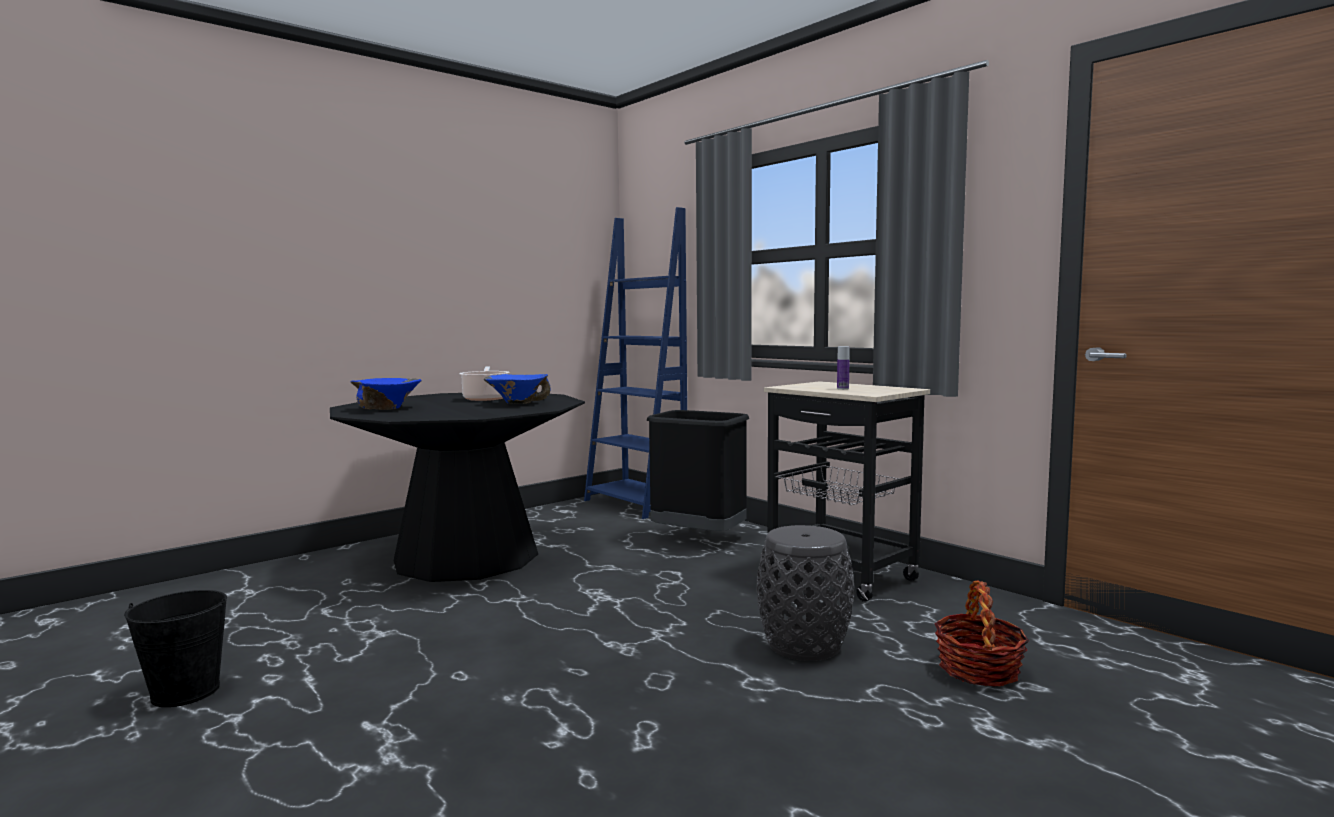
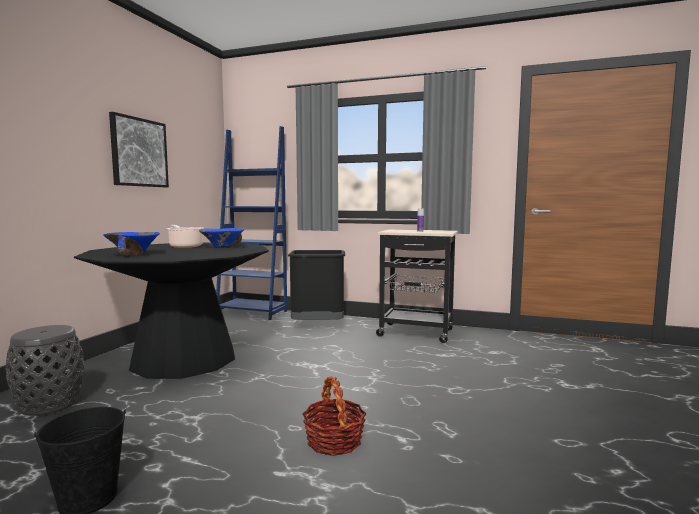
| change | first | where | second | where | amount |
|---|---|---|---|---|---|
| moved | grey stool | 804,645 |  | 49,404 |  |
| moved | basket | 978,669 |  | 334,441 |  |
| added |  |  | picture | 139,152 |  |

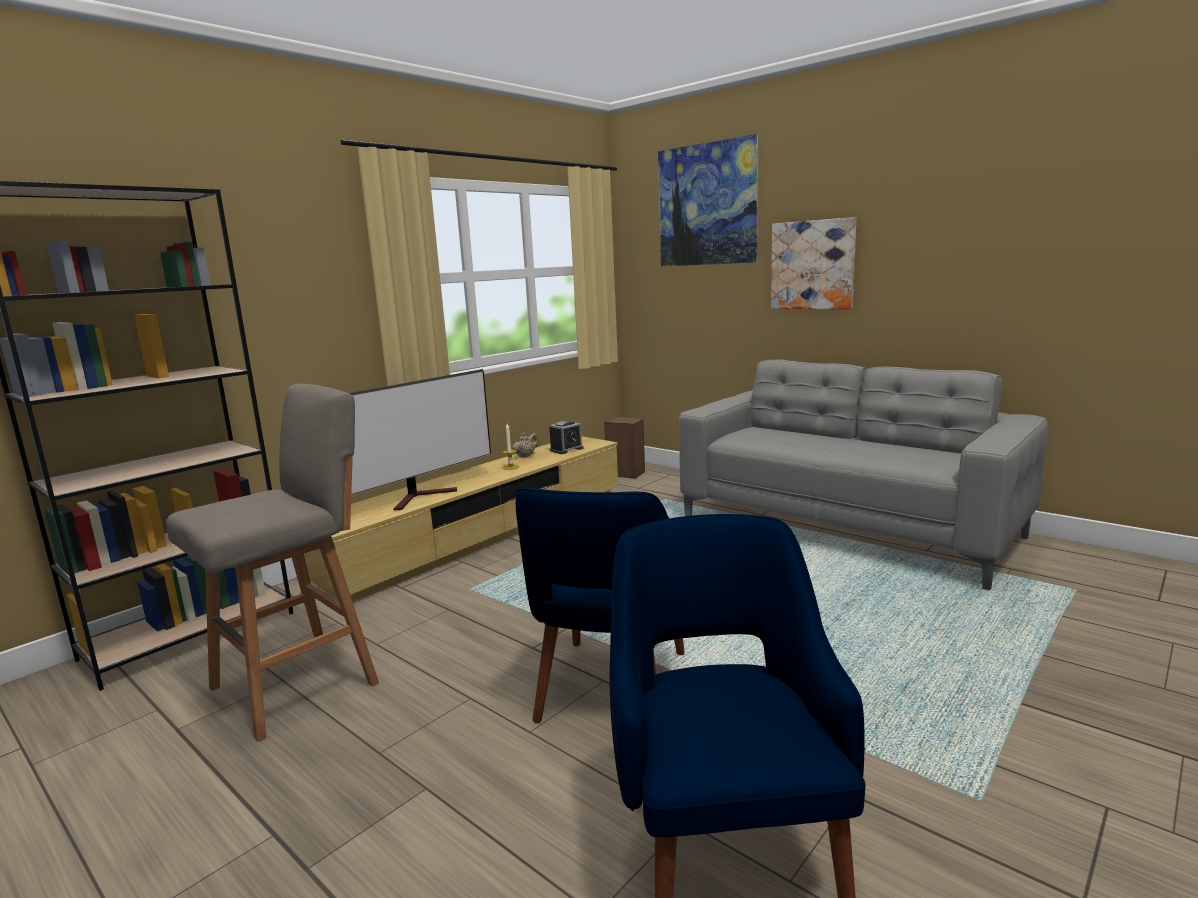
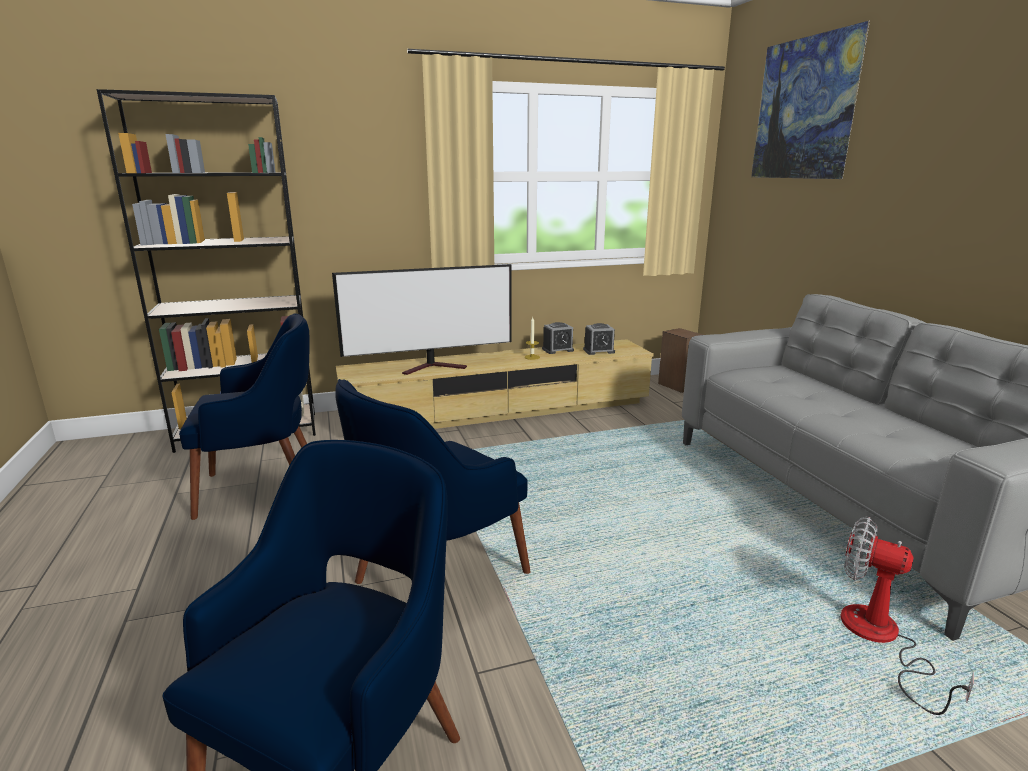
| change | first | where | second | where | amount |
|---|---|---|---|---|---|
| replaced | grey stool | 300,683 | blue armchair | 263,488 |  |
| replaced | beige teapot | 526,456 | alarm clock | 557,350 |  |
| removed | picture | 813,265 |  |  |  |
| added |  |  | fan | 880,640 |  |

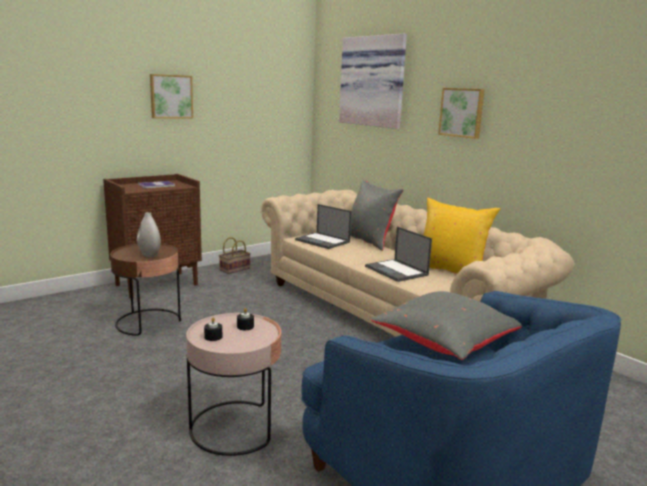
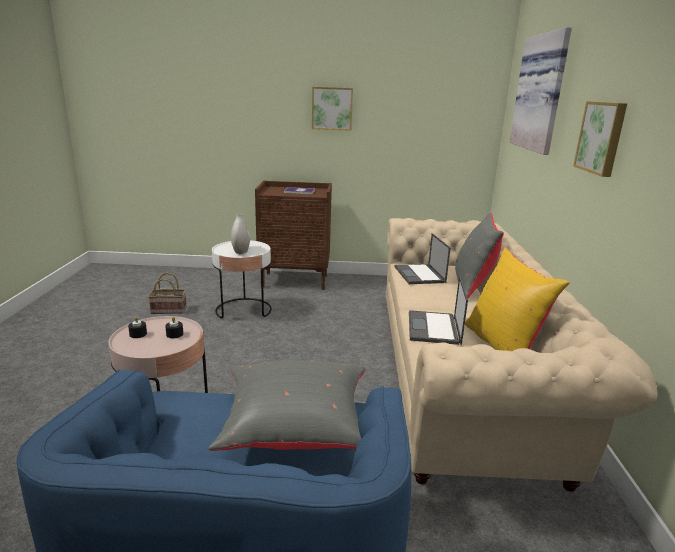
| change | first | where | second | where | amount |
|---|---|---|---|---|---|
| recoloured | brown side table | 148,322 | white side table | 244,310 |  |
| moved | basket | 235,269 |  | 170,310 |  |

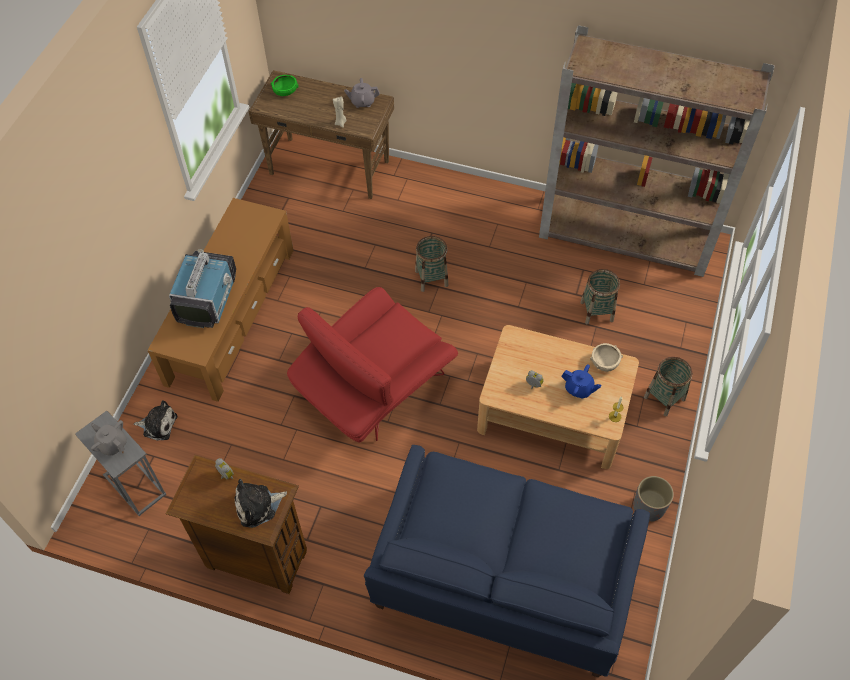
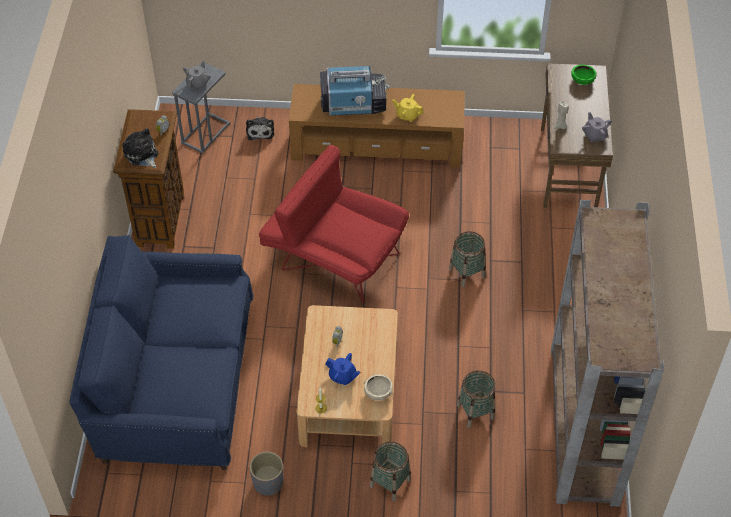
| change | first | where | second | where | amount |
|---|---|---|---|---|---|
| turned | blue teapot | 579,389 |  | 342,376 | 75 degrees counterclockwise |
| added |  |  | yellow teapot | 407,115 |  |

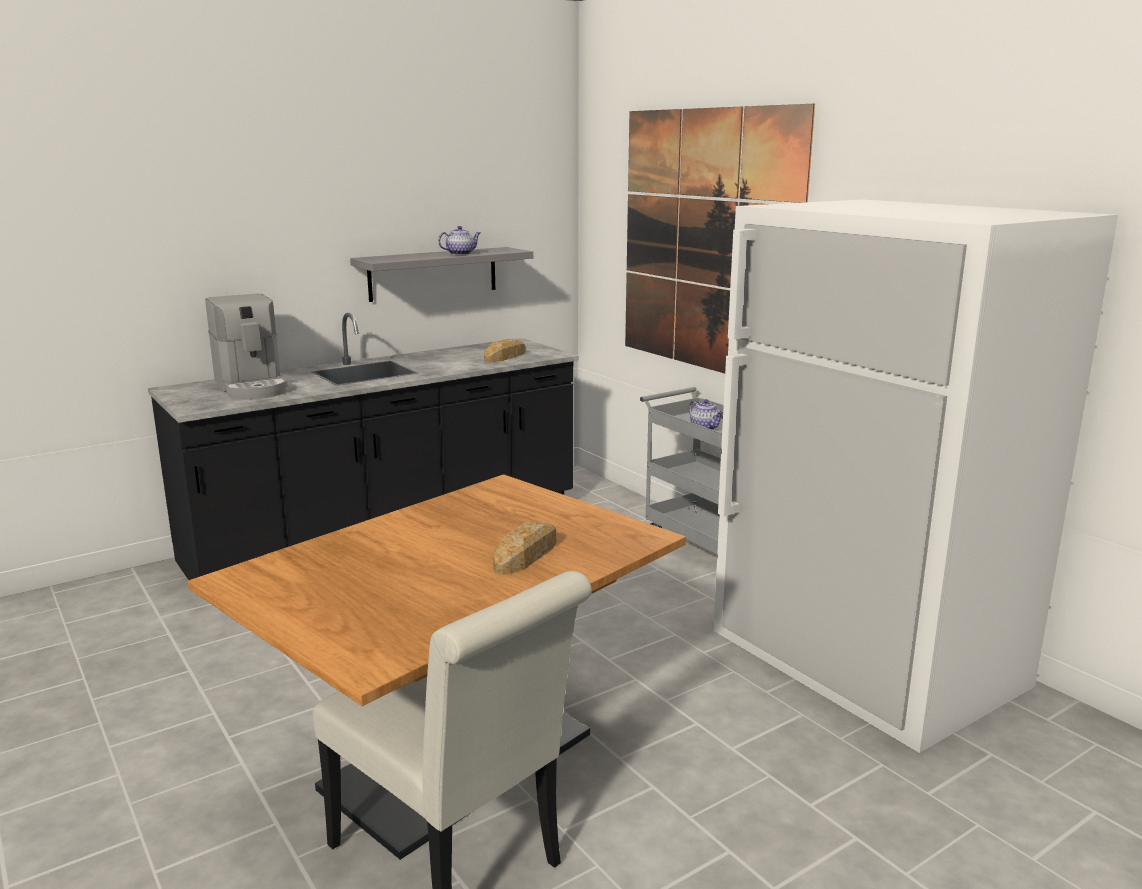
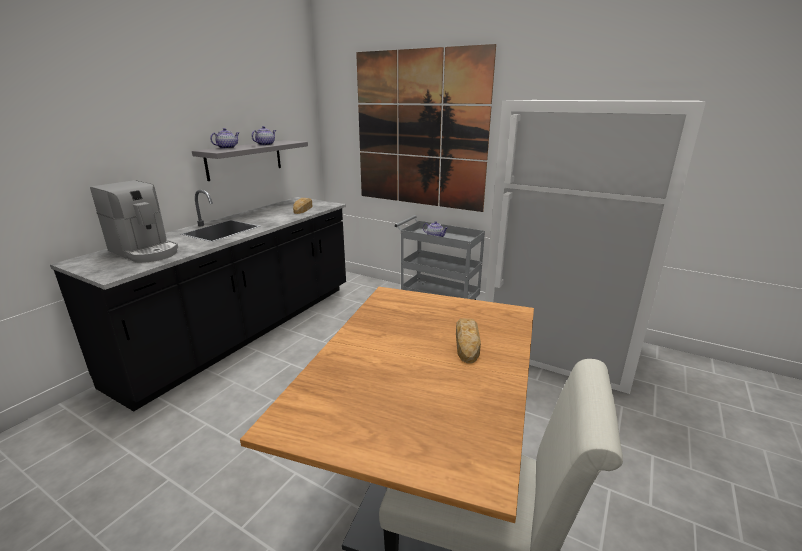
| change | first | where | second | where | amount |
|---|---|---|---|---|---|
| added |  |  | teapot | 227,148 |  |

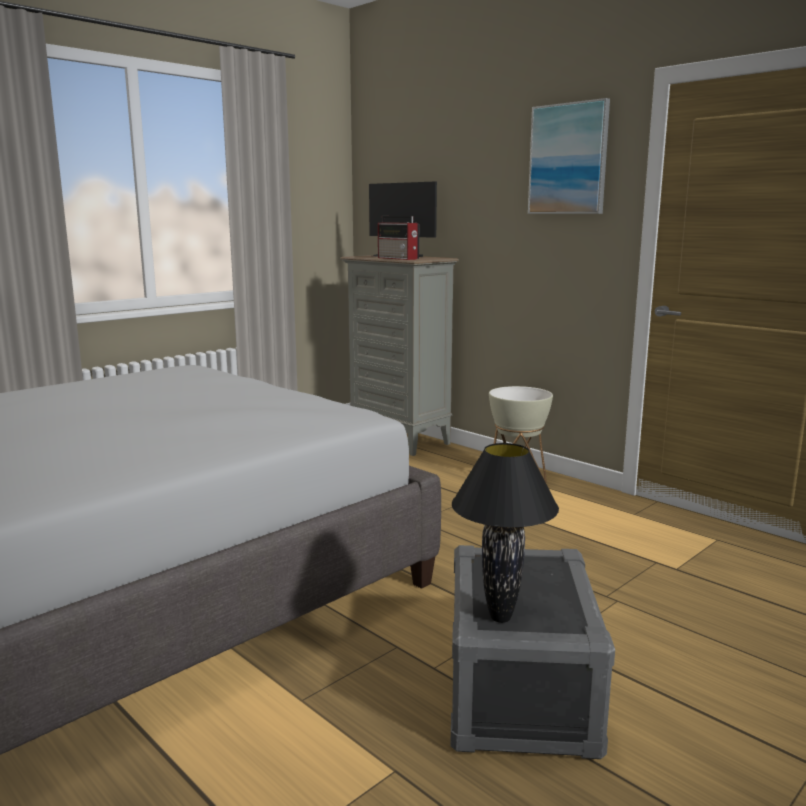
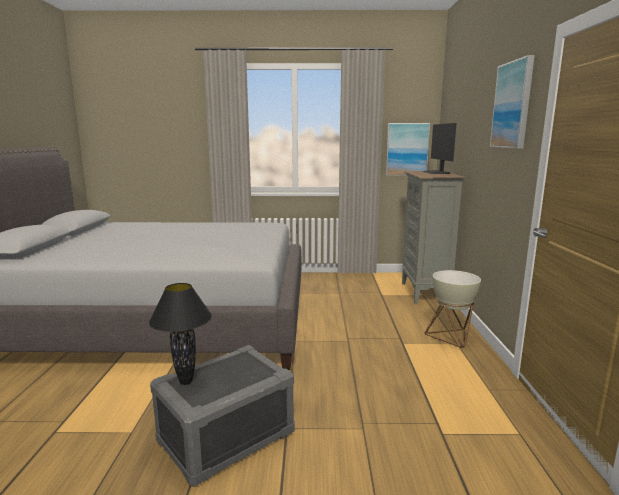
| change | first | where | second | where | amount |
|---|---|---|---|---|---|
| removed | radio | 398,258 |  |  |  |
| added |  |  | picture | 407,149 |  |

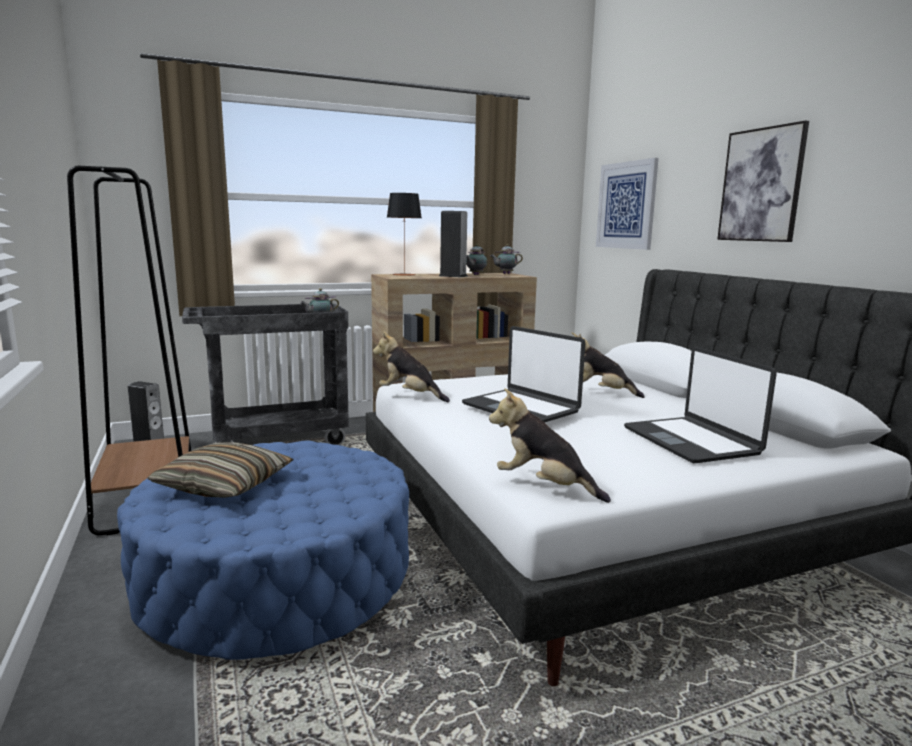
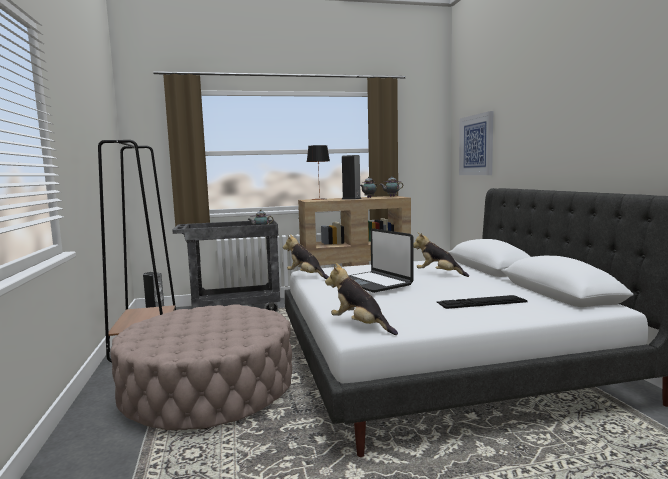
| change | first | where | second | where | amount |
|---|---|---|---|---|---|
| recoloured | blue ottoman | 277,579 | beige ottoman | 208,389 |  |
| removed | pillow | 224,485 |  |  |  |
| replaced | laptop | 691,441 | keyboard | 481,302 |  |
| removed | picture | 761,185 |  |  |  |

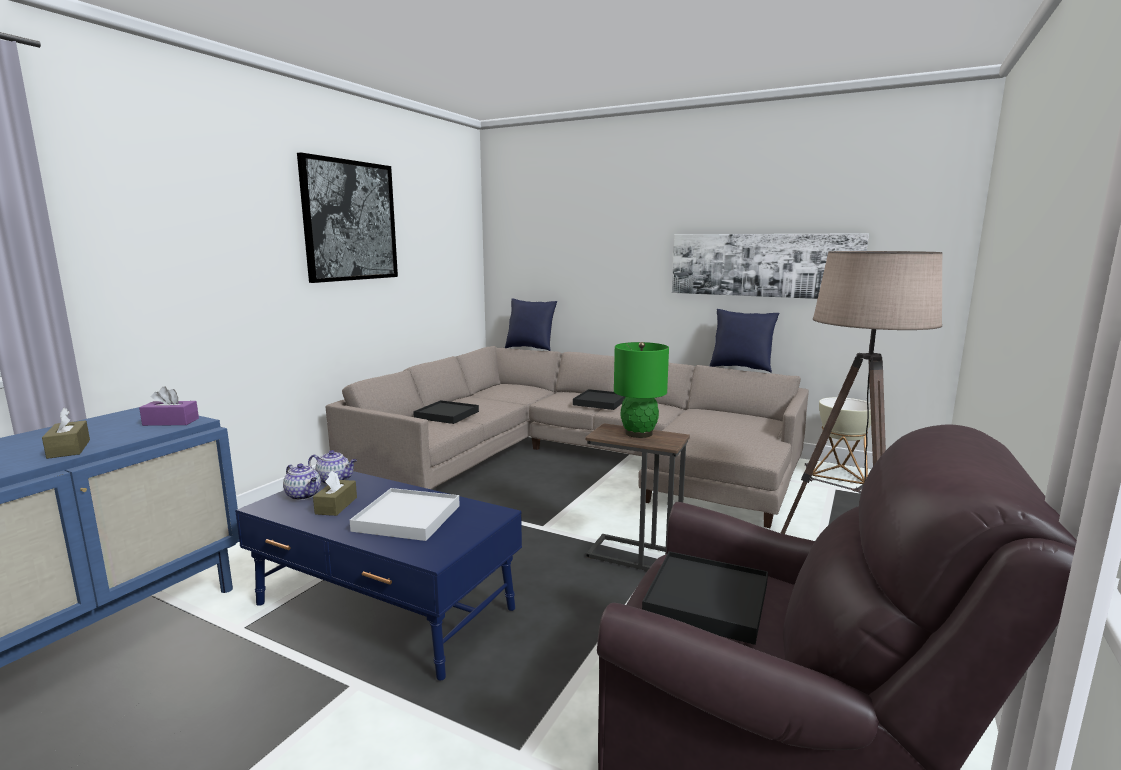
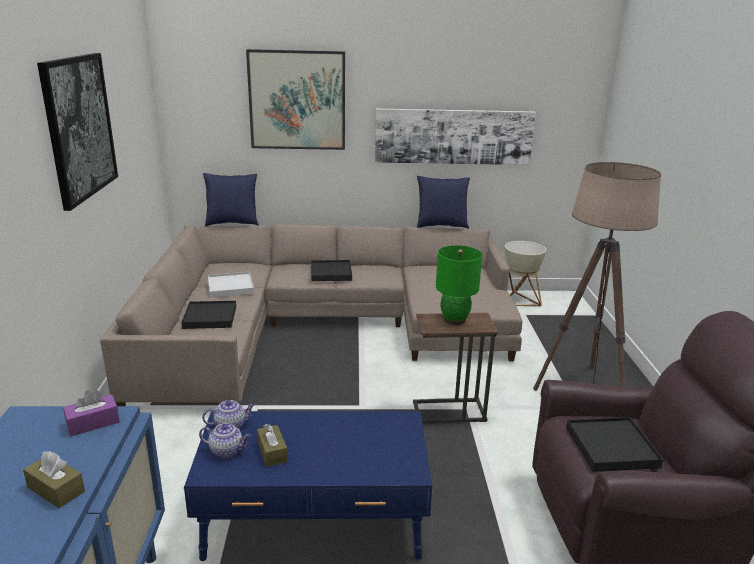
| change | first | where | second | where | amount |
|---|---|---|---|---|---|
| moved | white tray | 407,518 |  | 230,287 |  |
| added |  |  | picture | 297,100 |  |

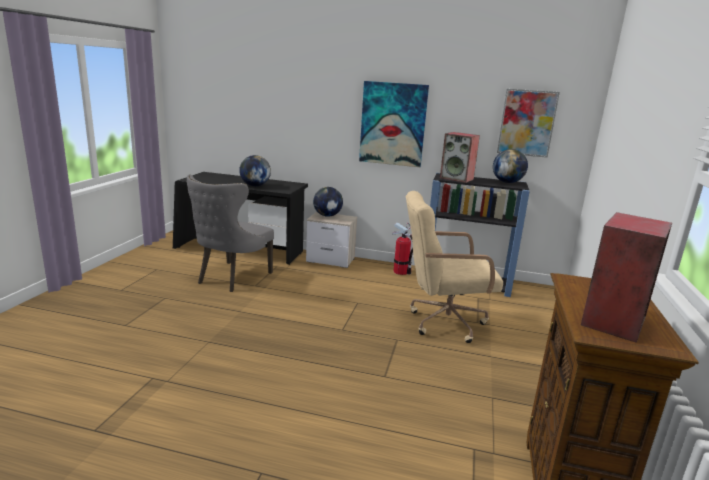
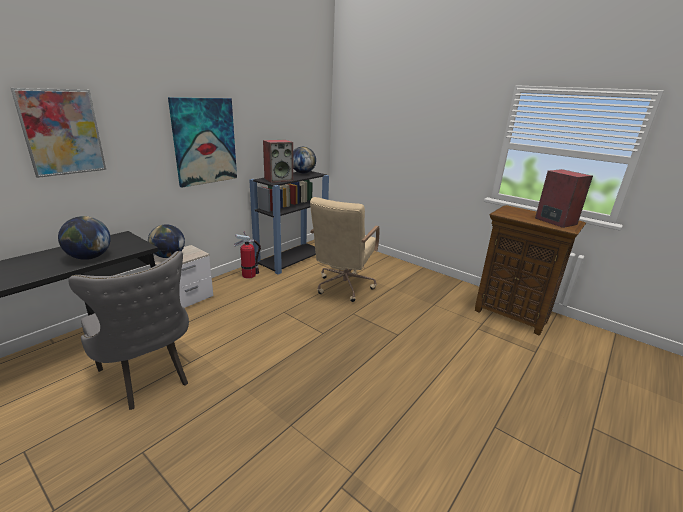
| change | first | where | second | where | amount |
|---|---|---|---|---|---|
| moved | picture | 527,123 |  | 62,132 |  |

